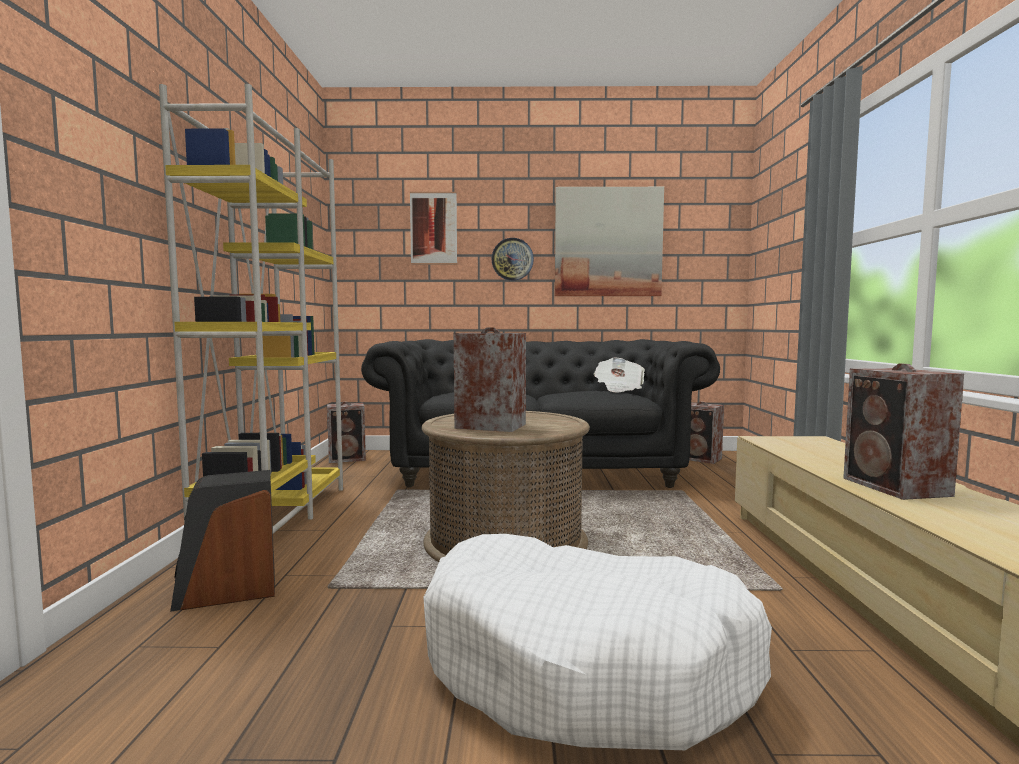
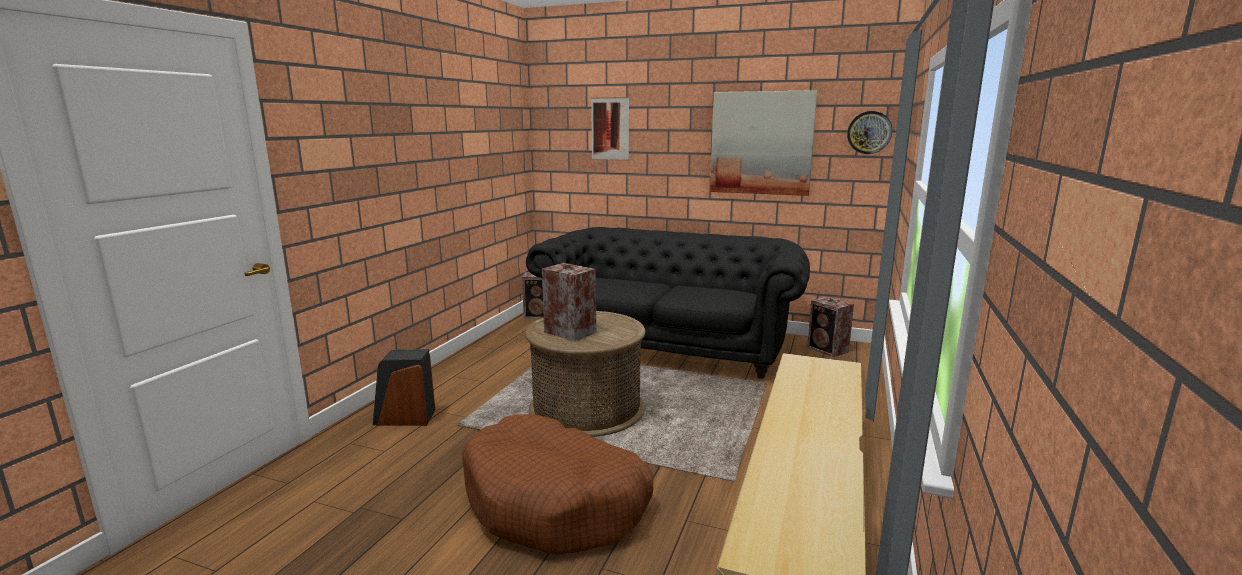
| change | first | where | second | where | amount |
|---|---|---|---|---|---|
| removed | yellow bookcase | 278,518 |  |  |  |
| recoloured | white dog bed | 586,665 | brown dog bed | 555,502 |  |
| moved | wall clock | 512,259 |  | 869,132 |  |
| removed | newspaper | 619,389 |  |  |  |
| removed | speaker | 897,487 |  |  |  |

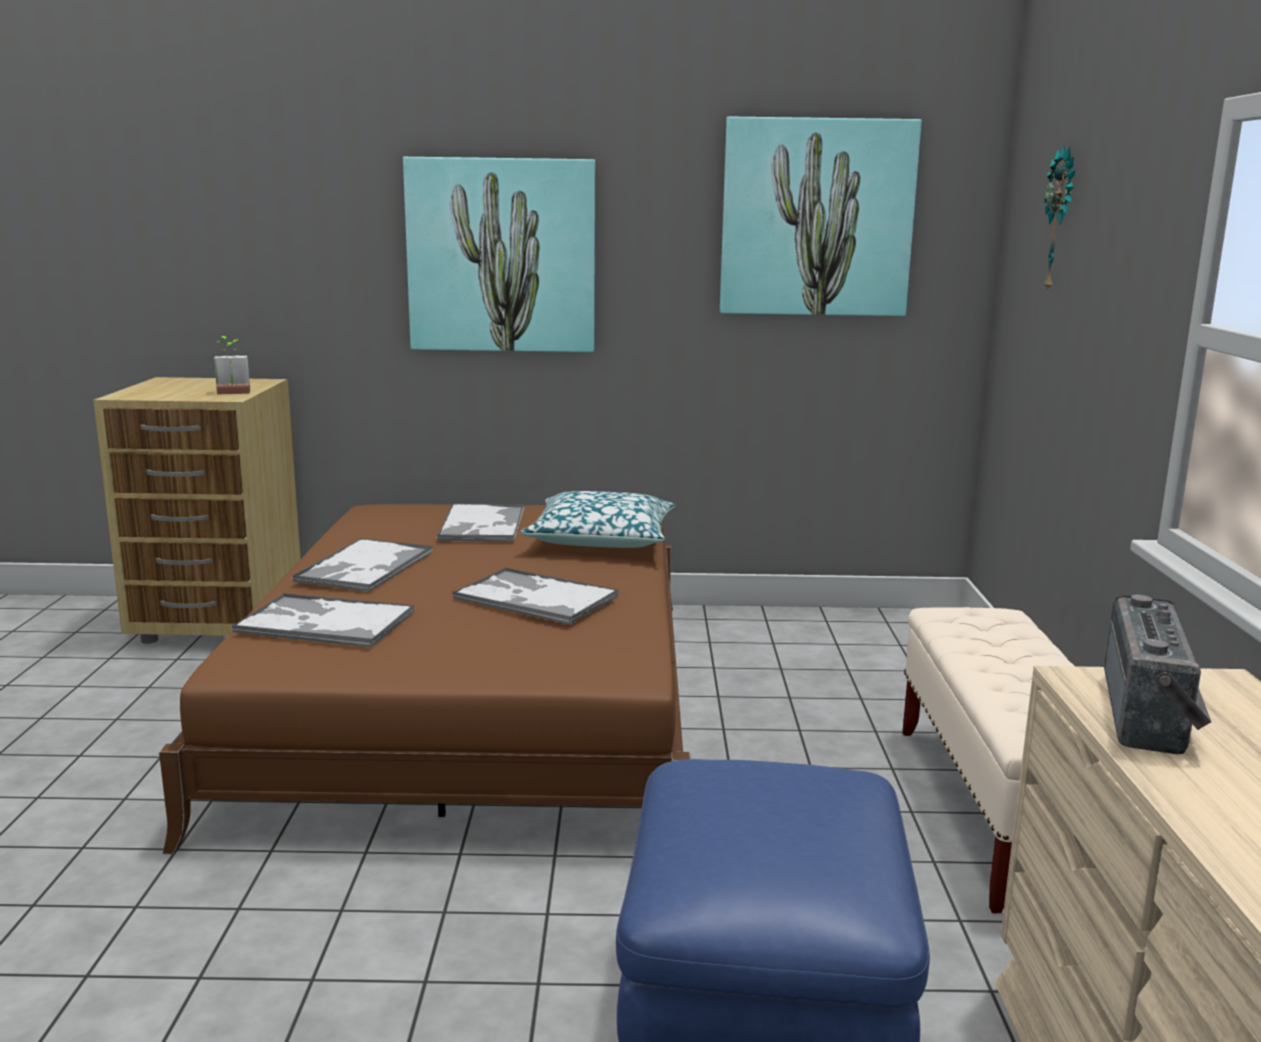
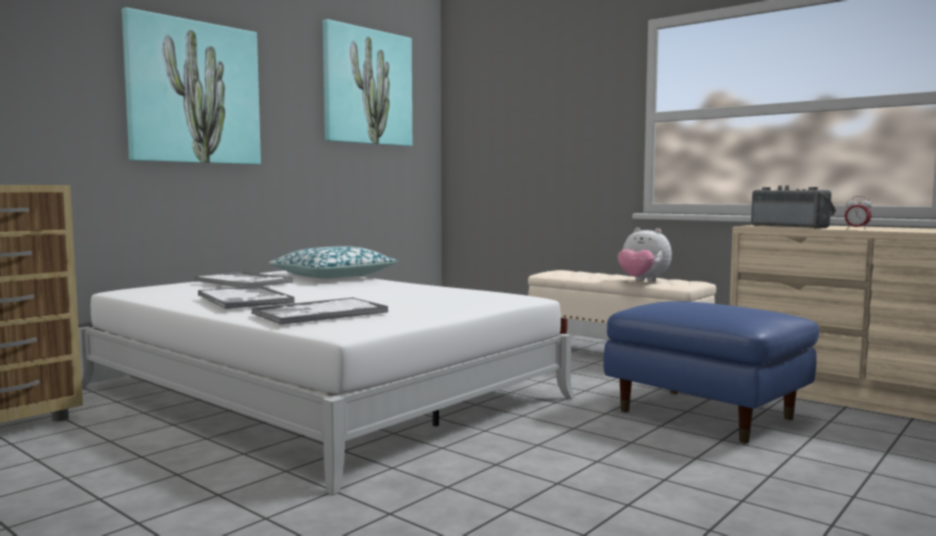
| change | first | where | second | where | amount |
|---|---|---|---|---|---|
| recoloured | brown bed | 478,702 | white bed | 319,392 |  |
| removed | potted plant | 233,393 |  |  |  |
| removed | tray | 534,597 |  |  |  |
| removed | wall clock | 1061,220 |  |  |  |
| added |  |  | plush toy | 642,281 |  |
| added |  |  | alarm clock | 857,229 |  |

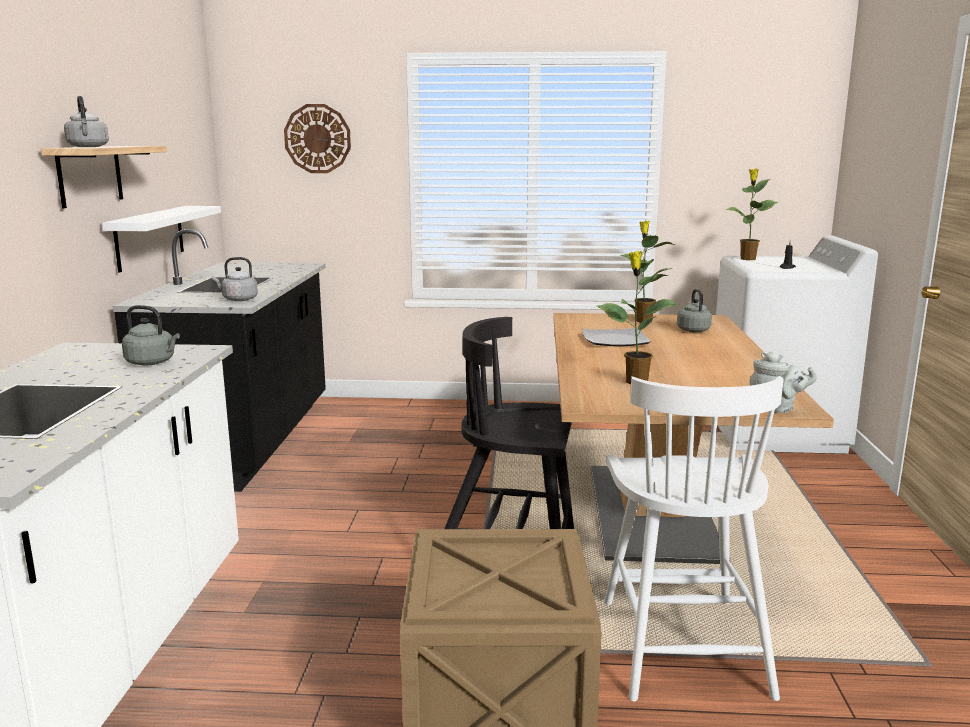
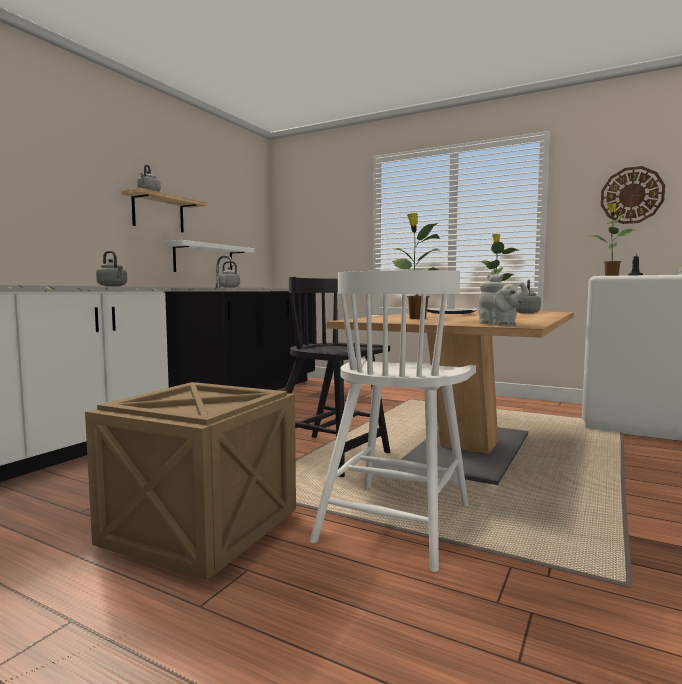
| change | first | where | second | where | amount |
|---|---|---|---|---|---|
| moved | wall clock | 317,138 |  | 632,195 |  |

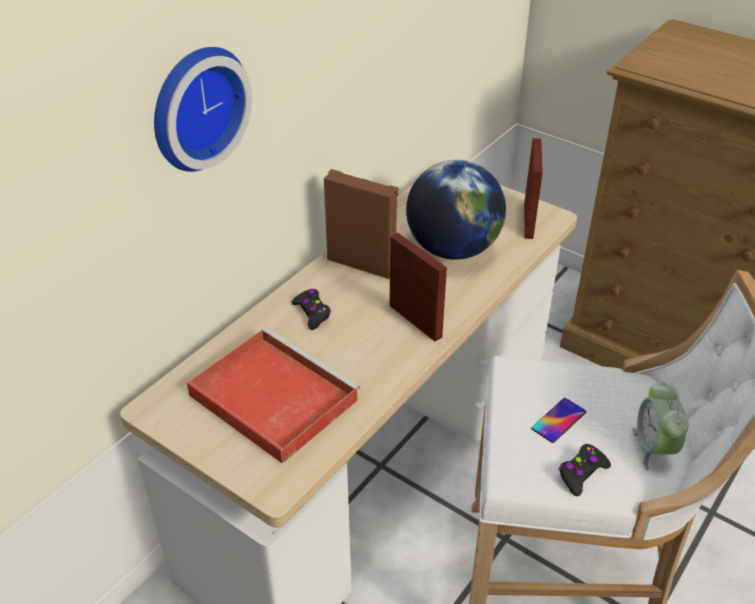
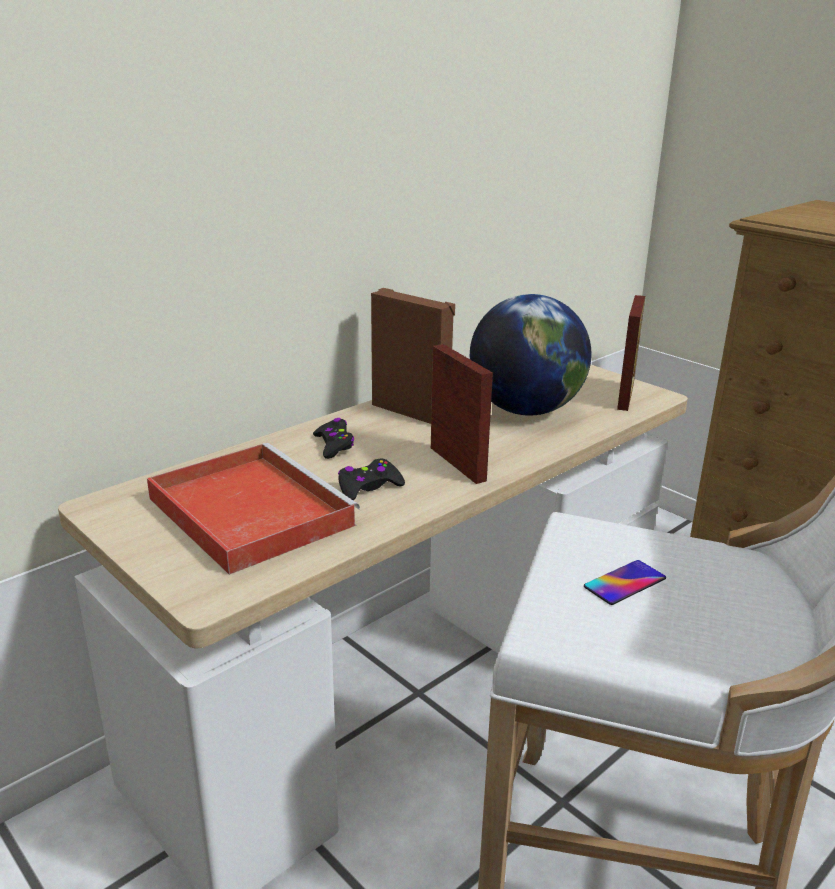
| change | first | where | second | where | amount |
|---|---|---|---|---|---|
| removed | wall clock | 195,107 |  |  |  |
| moved | black game controller | 581,473 |  | 368,487 |  |
| removed | alarm clock | 654,448 |  |  |  |

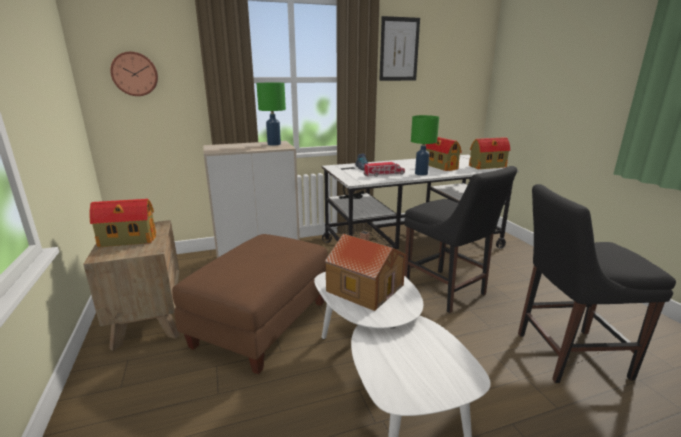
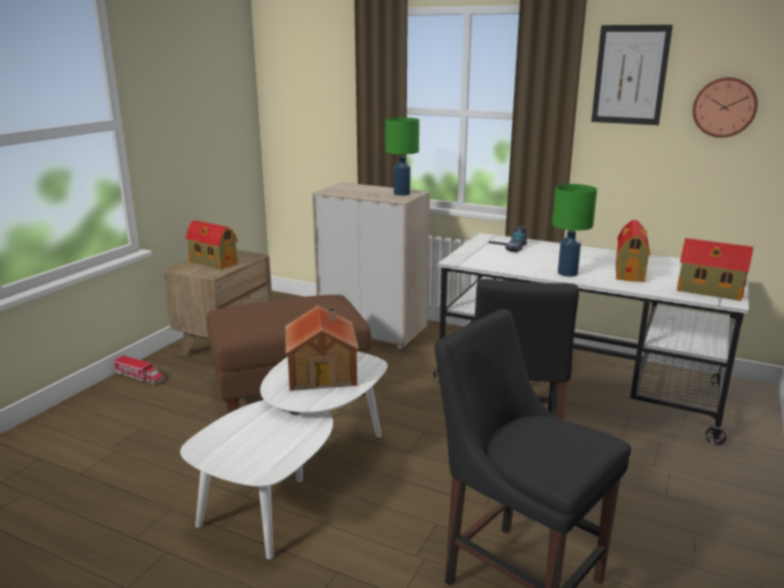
| change | first | where | second | where | amount |
|---|---|---|---|---|---|
| moved | wall clock | 135,74 |  | 724,107 |  |
| moved | toy truck | 384,175 |  | 139,377 |  |

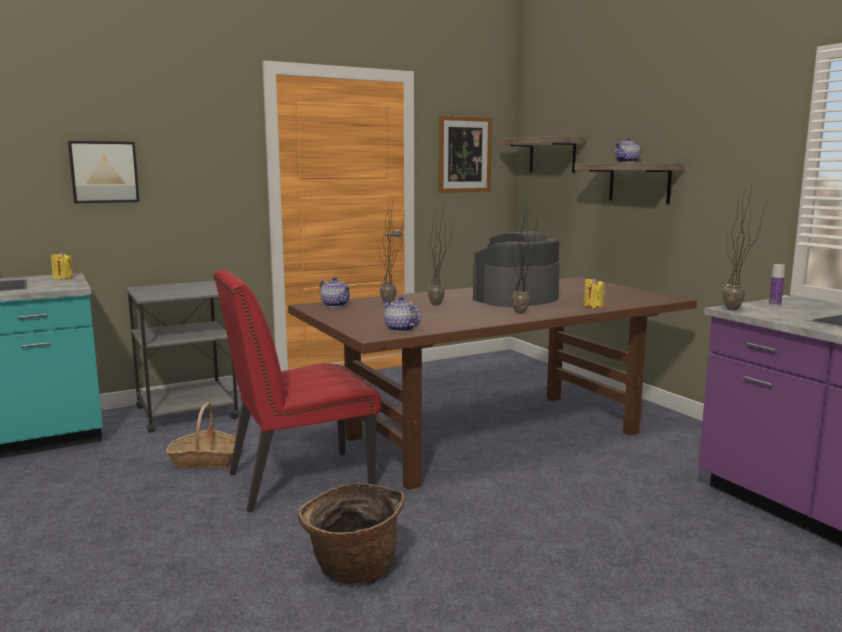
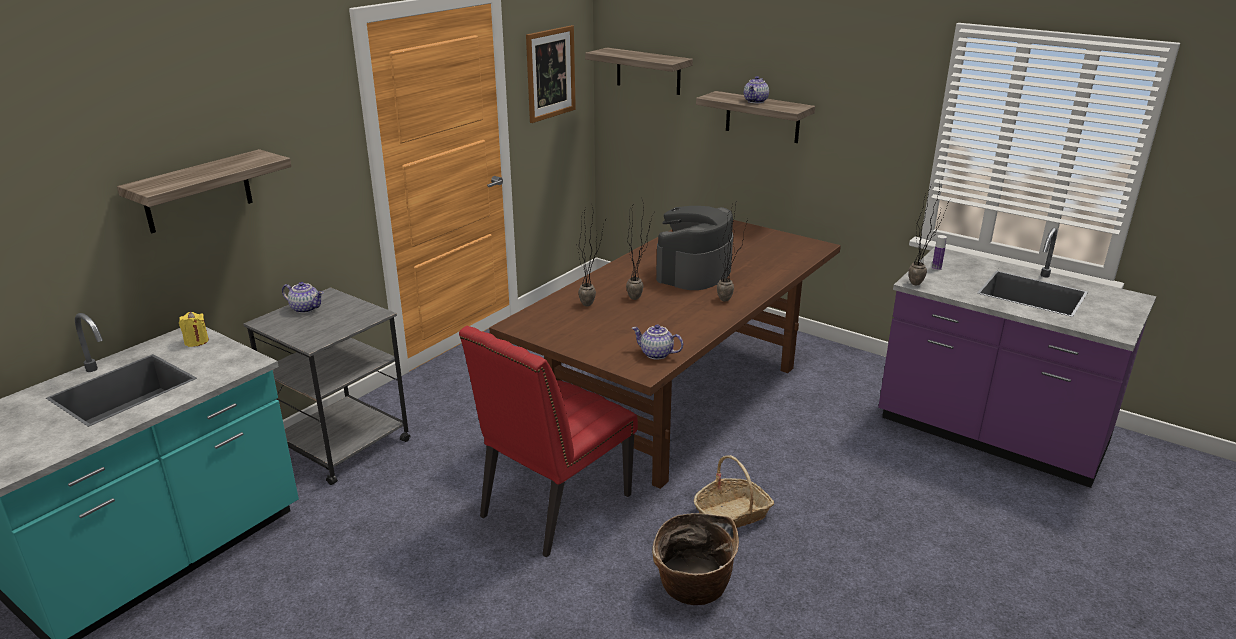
| change | first | where | second | where | amount |
|---|---|---|---|---|---|
| replaced | picture | 104,172 | shelf | 197,192 |  |
| moved | basket | 205,460 |  | 732,514 |  |
| moved | teapot | 336,305 |  | 306,308 |  |
| removed | yellow candle | 593,306 |  |  |  |

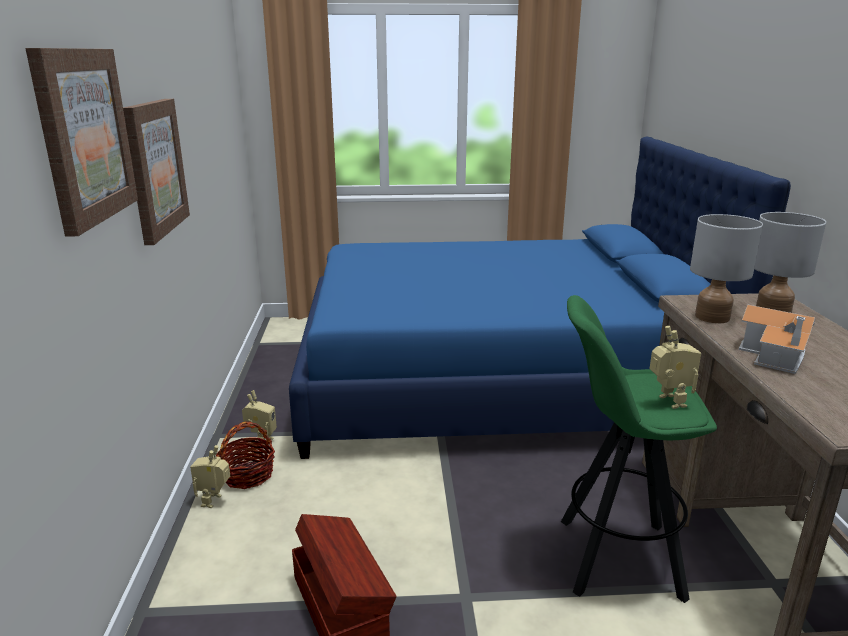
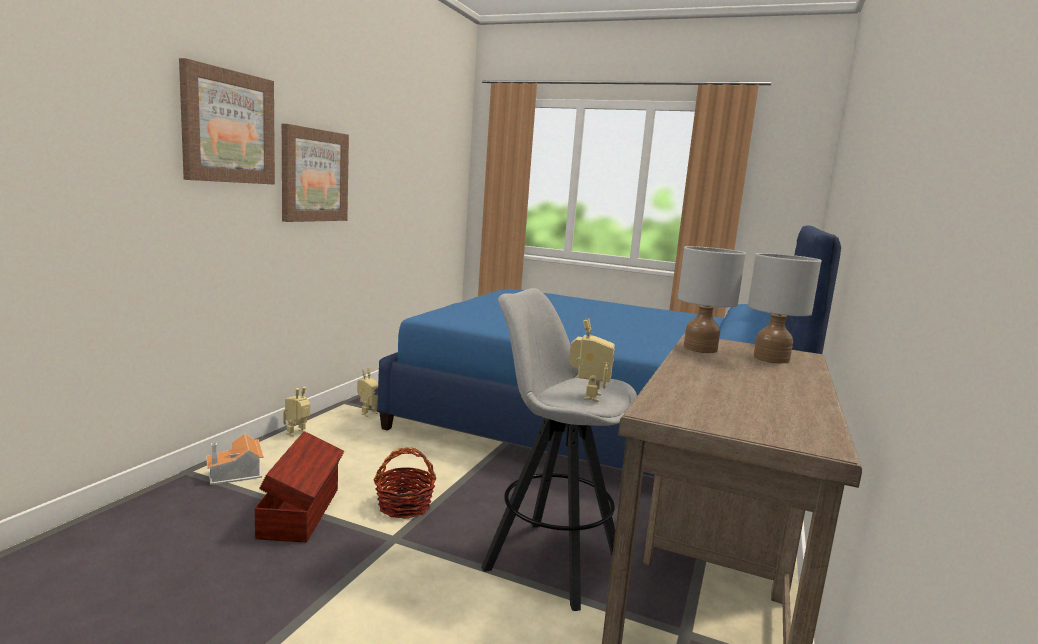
| change | first | where | second | where | amount |
|---|---|---|---|---|---|
| moved | basket | 248,475 |  | 404,506 |  |
| recoloured | green stool | 614,557 | grey stool | 549,560 |  |
| moved | toy house | 775,355 |  | 237,473 |  |

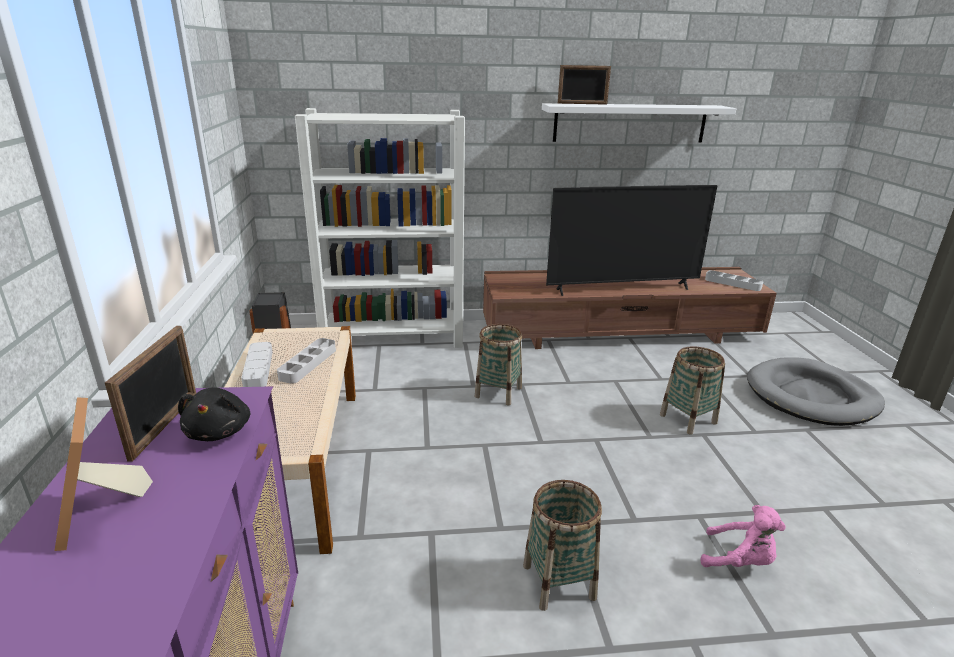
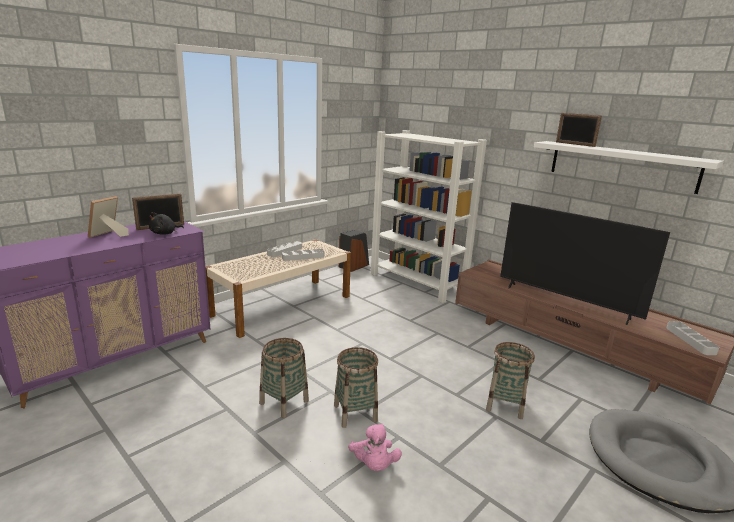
| change | first | where | second | where | amount |
|---|---|---|---|---|---|
| moved | basket | 498,392 |  | 355,413 |  |

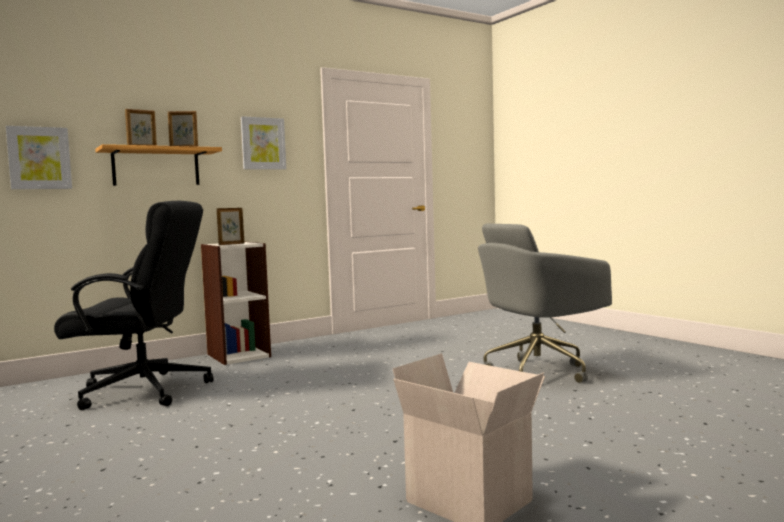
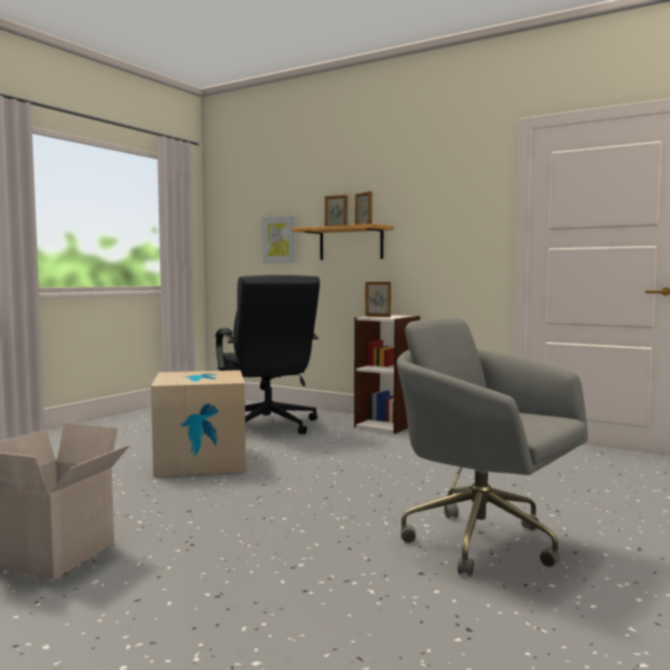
| change | first | where | second | where | amount |
|---|---|---|---|---|---|
| removed | picture | 263,143 |  |  |  |
| added |  |  | cardboard box | 200,461 |  |

